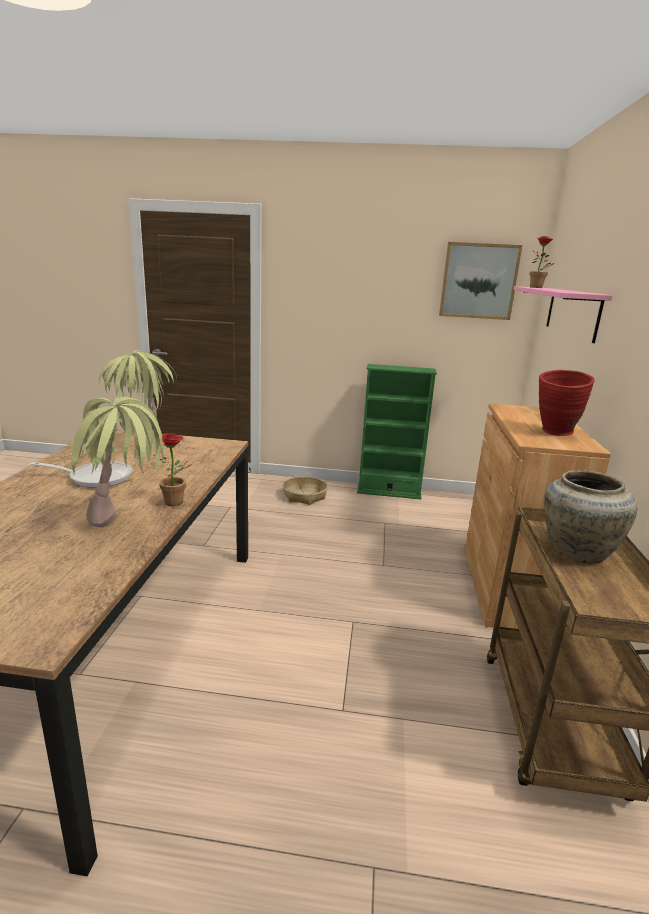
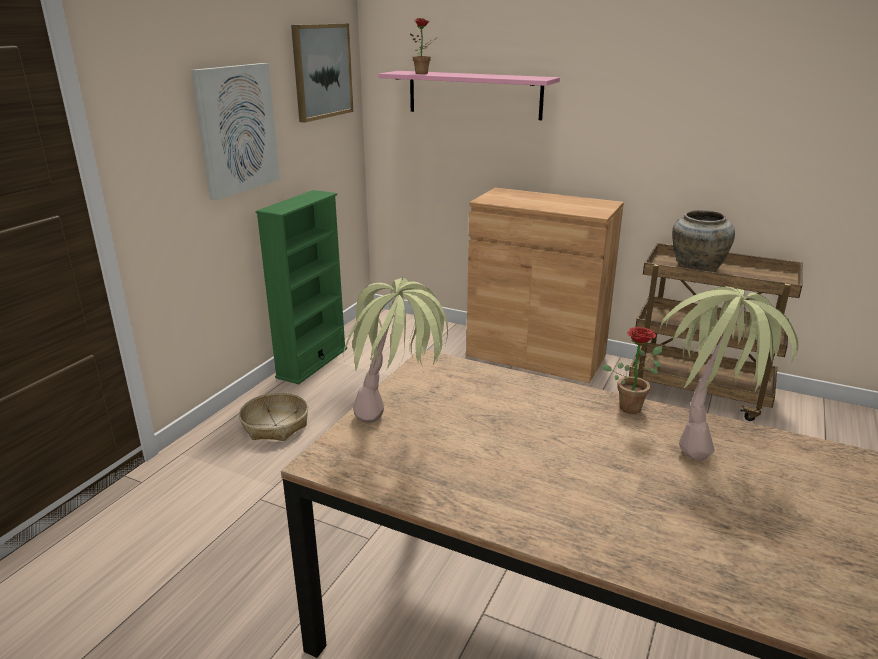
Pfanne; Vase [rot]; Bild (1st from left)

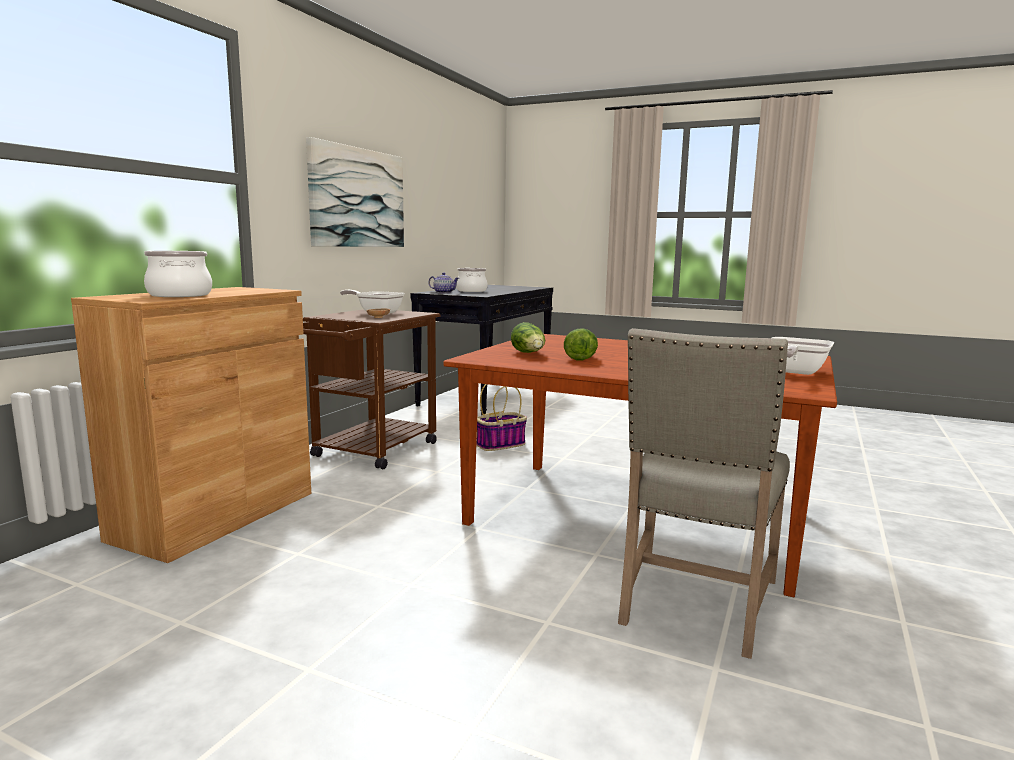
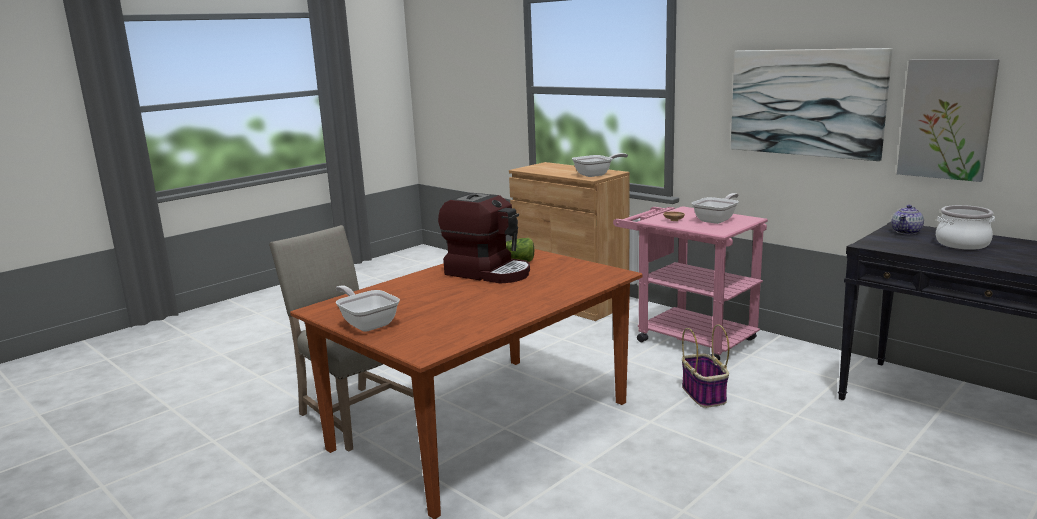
Kochtopf (1st from left in the first image); Rollwagen [rosa]; Kaffeemaschine; Pfanne (2nd from left); Bild (2nd from left)

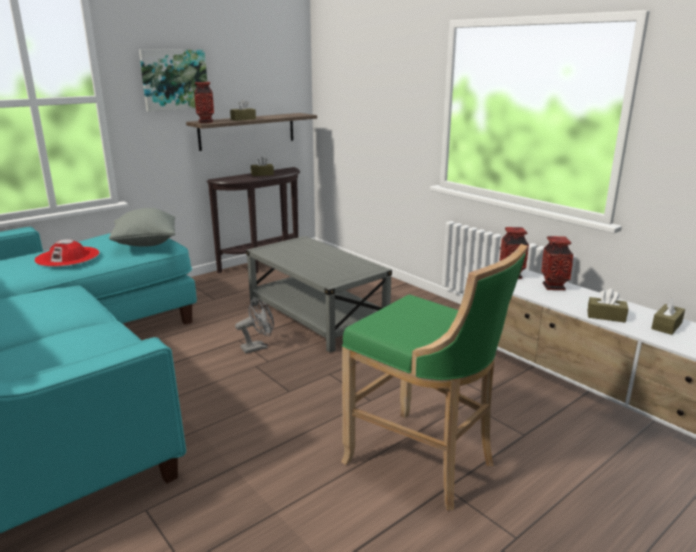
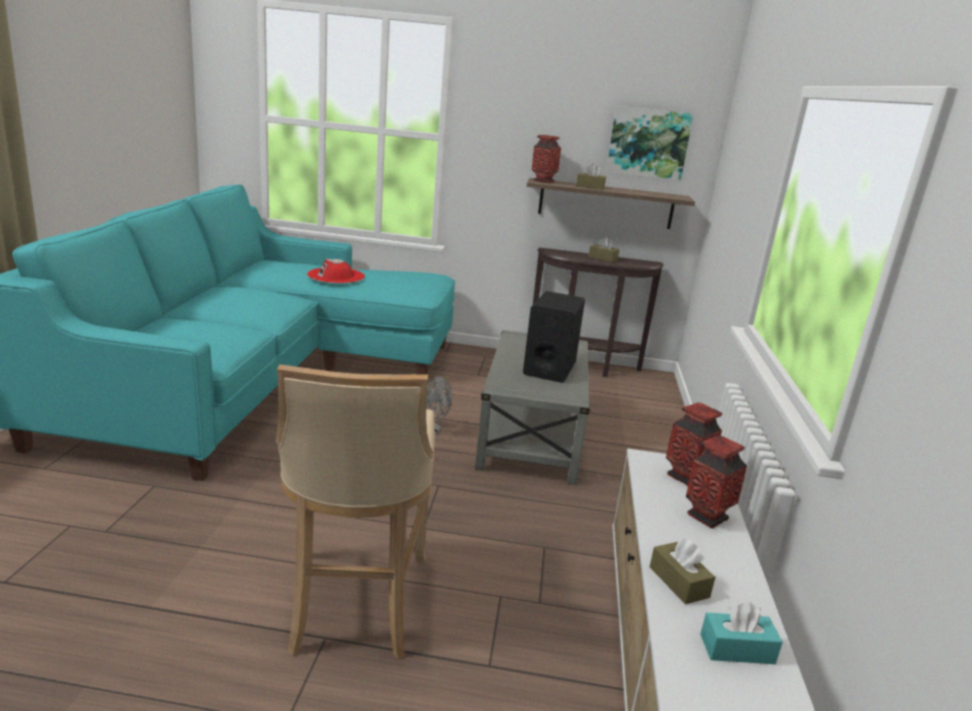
Kissen [grau]; Bild; Hocker [beige]; Taschentuchbox [türkis]; Lautsprecher [schwarz]

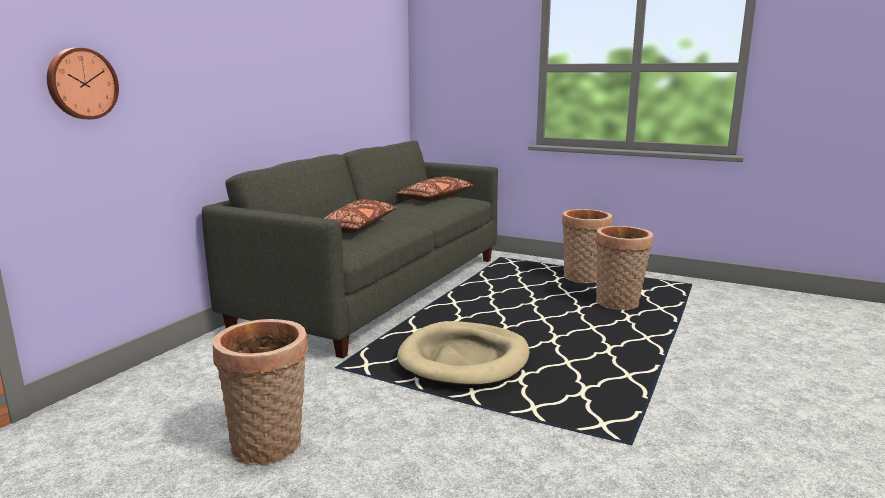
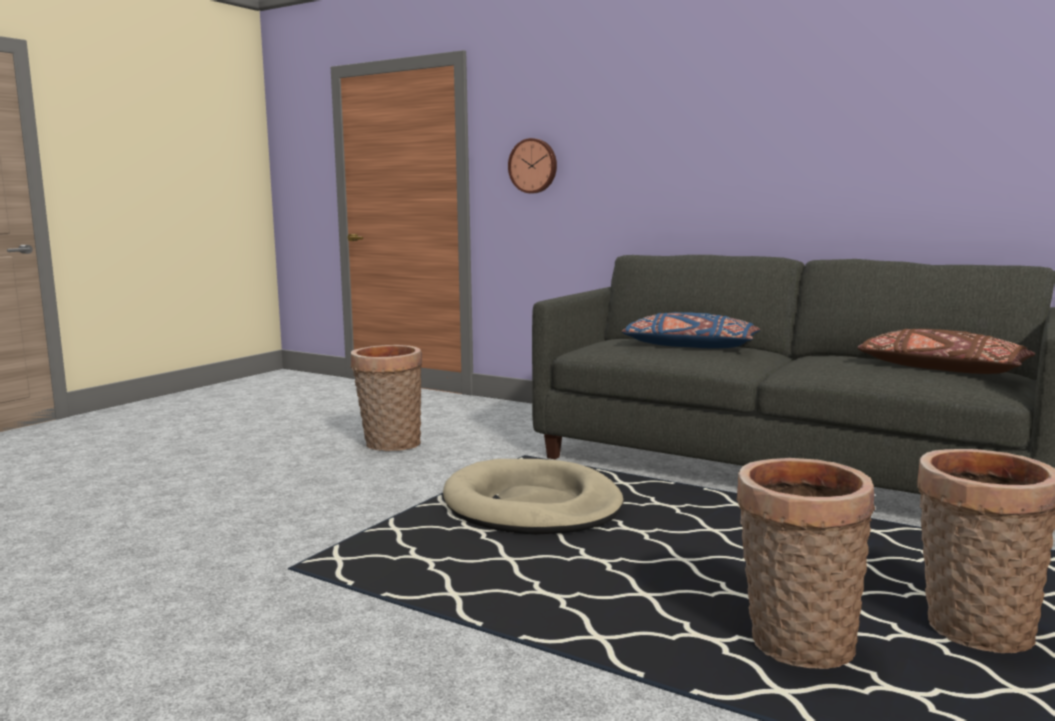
Kissen [blau]

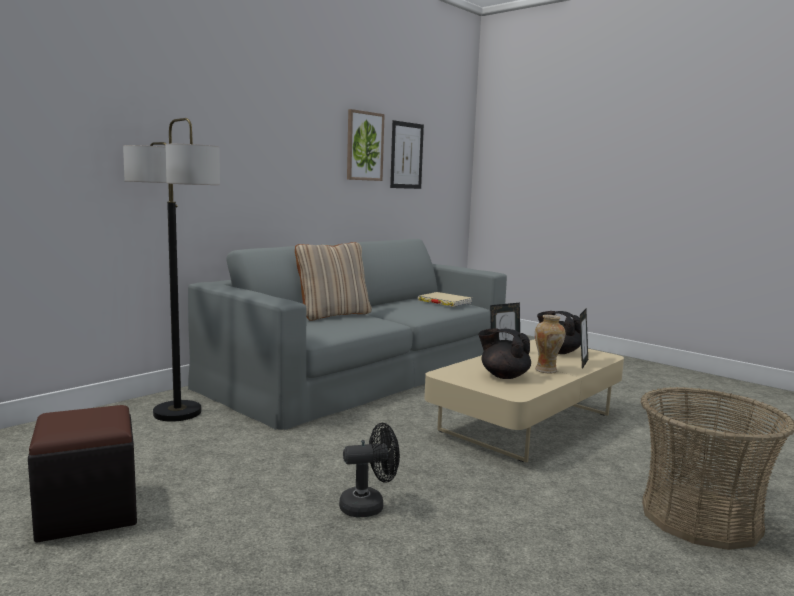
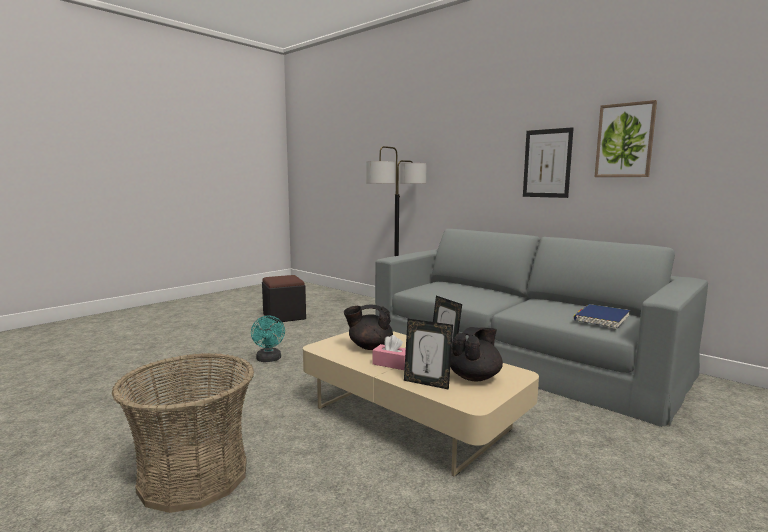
Kissen [beige]; Ventilator [türkis]; Bild (1st from left); Buch [blau]; Teekanne [schwarz] (1st from left); Taschentuchbox [rosa]

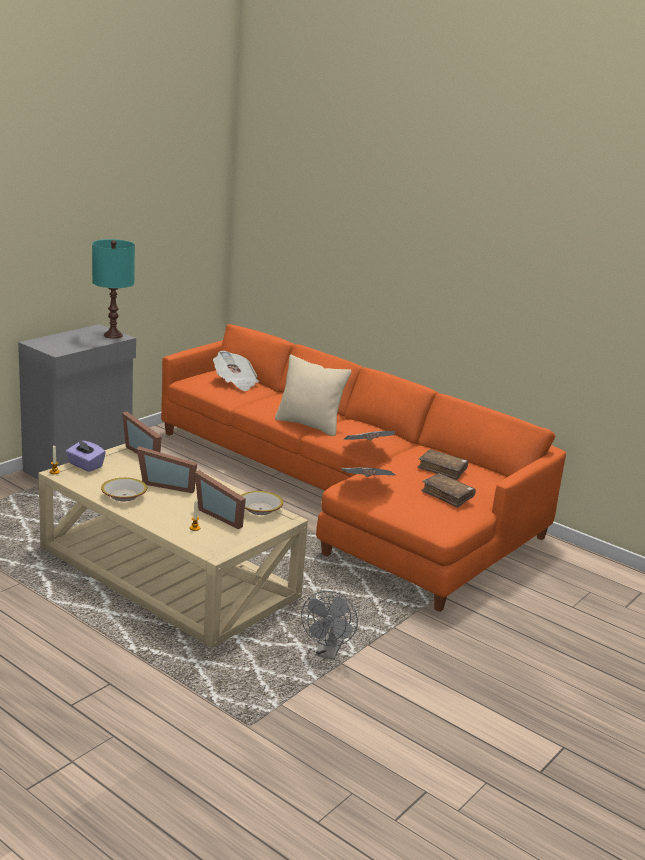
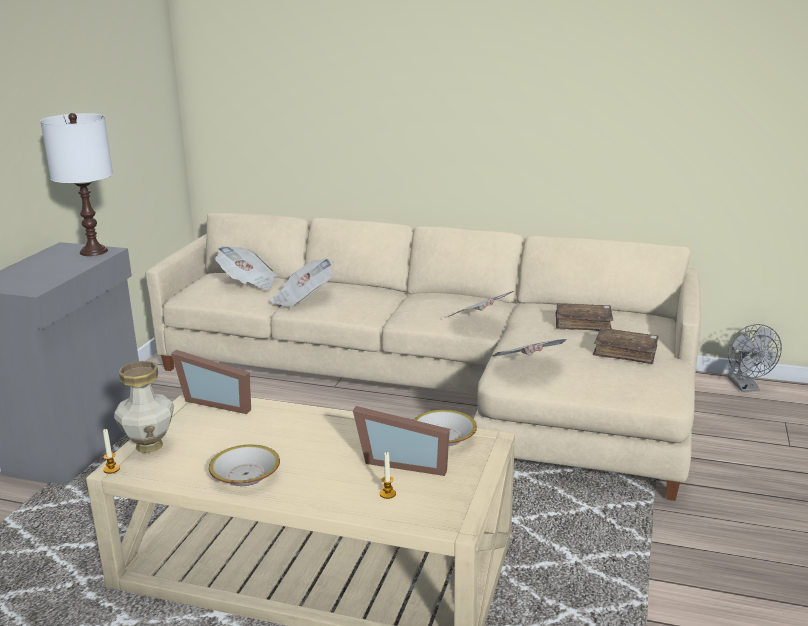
Vase; Tischlampe [weiß]; Bilderrahmen (2nd from left in the first image); Sofa [beige]; Kissen [beige]; Ventilator [grau]; Zeitung (2nd from left)

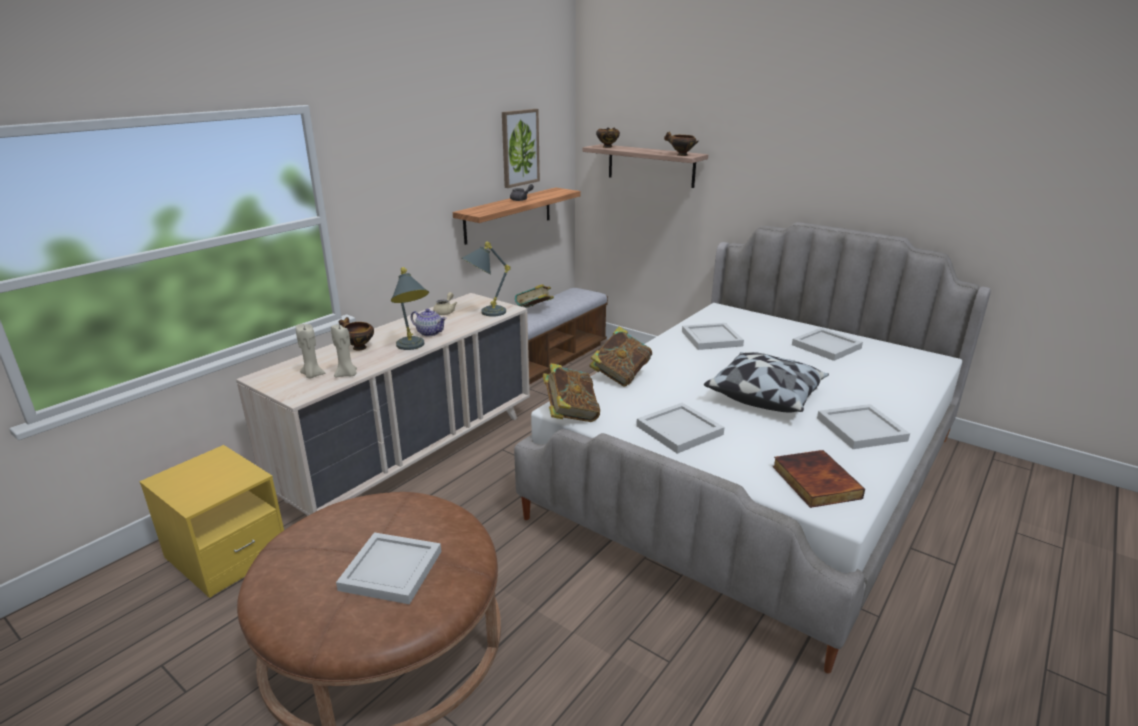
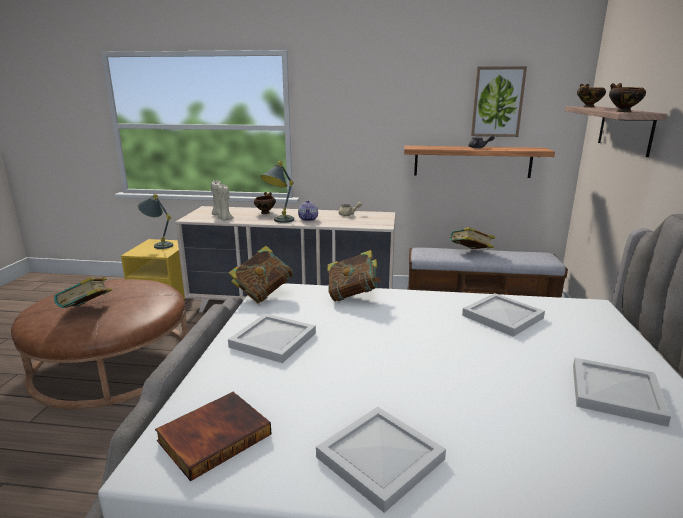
Buch (1st from left); Tischlampe [grau] (1st from left); Kissen

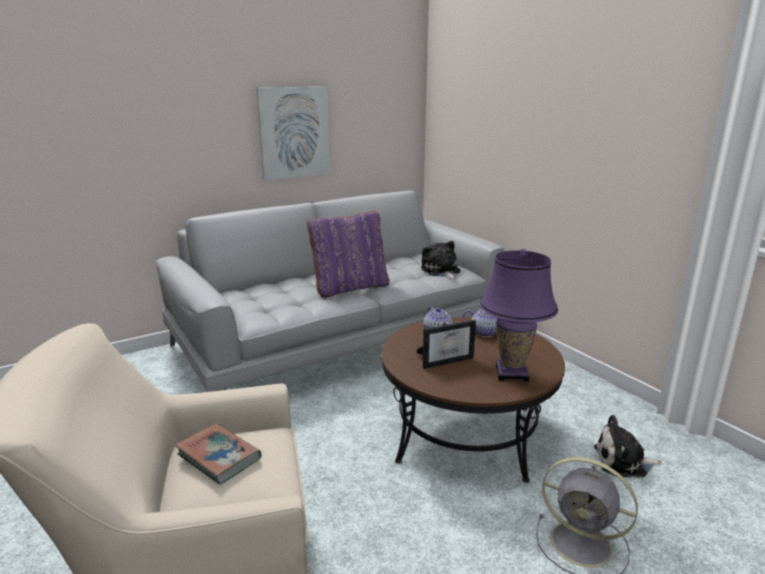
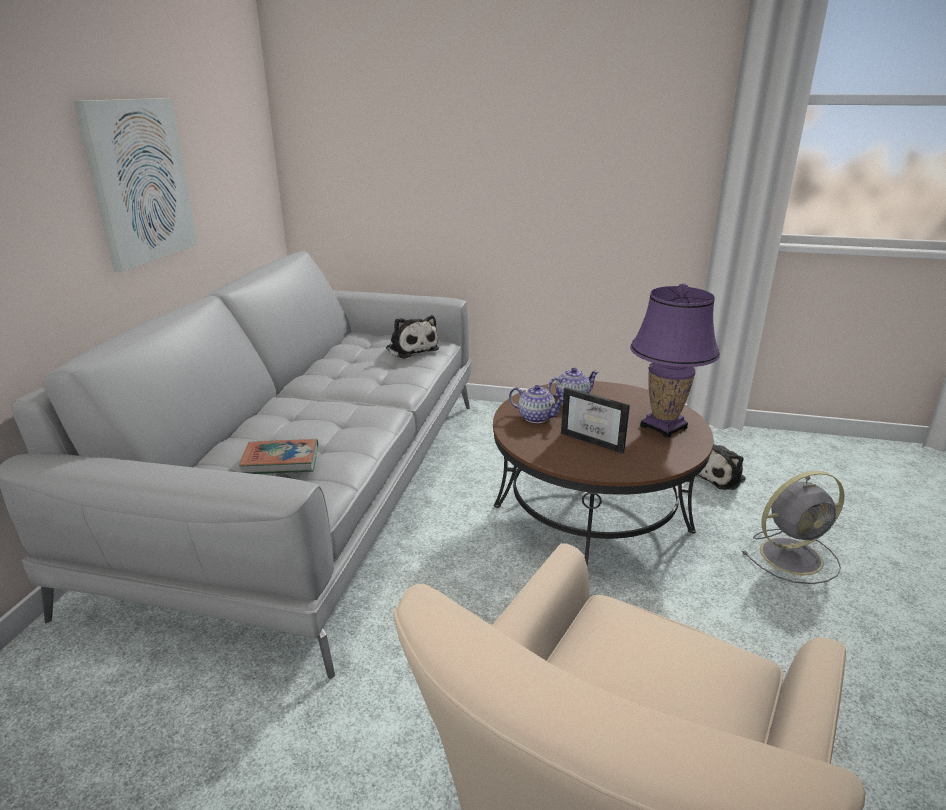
Buch; Kissen [lila]; Bilderrahmen; Plüschtier (1st from left)

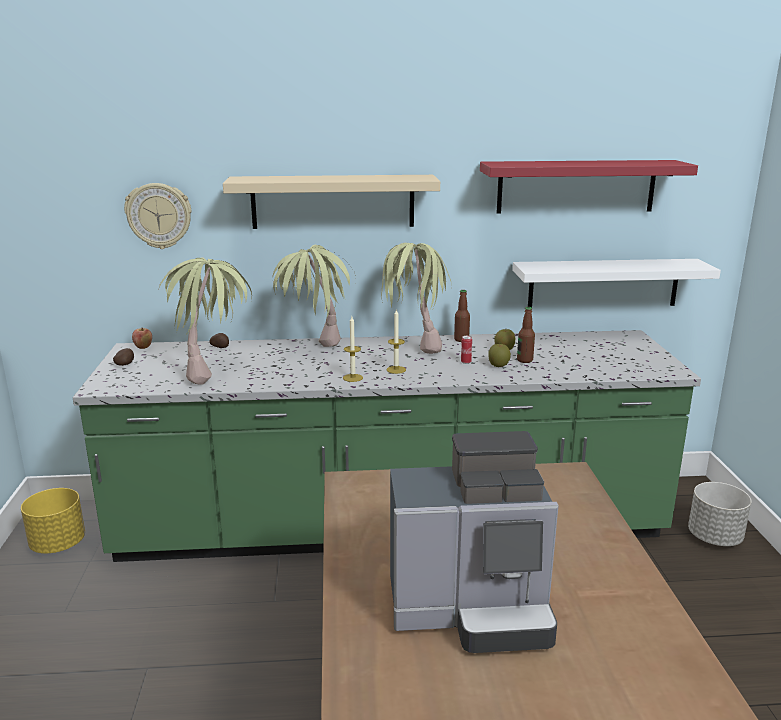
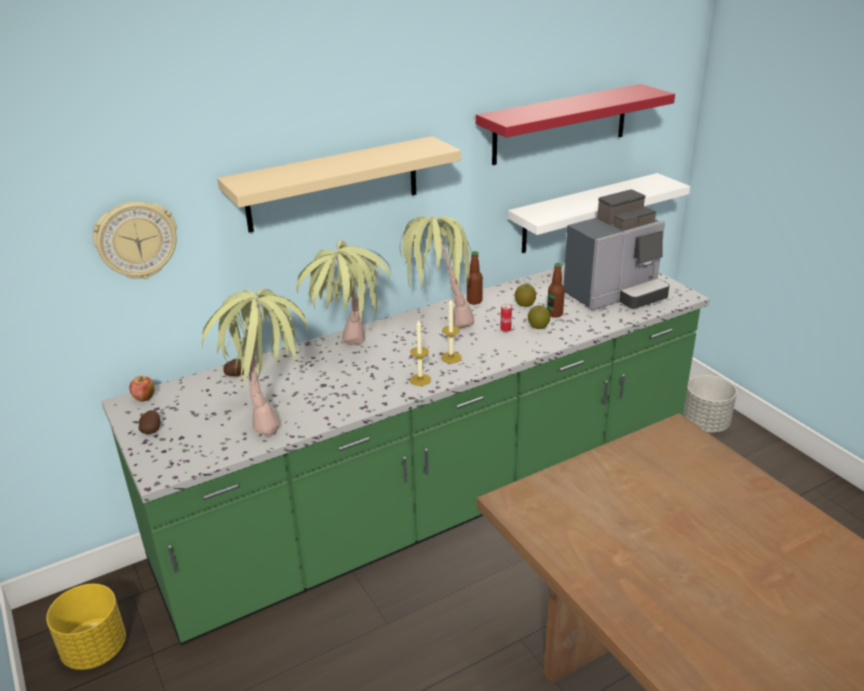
Kaffeemaschine

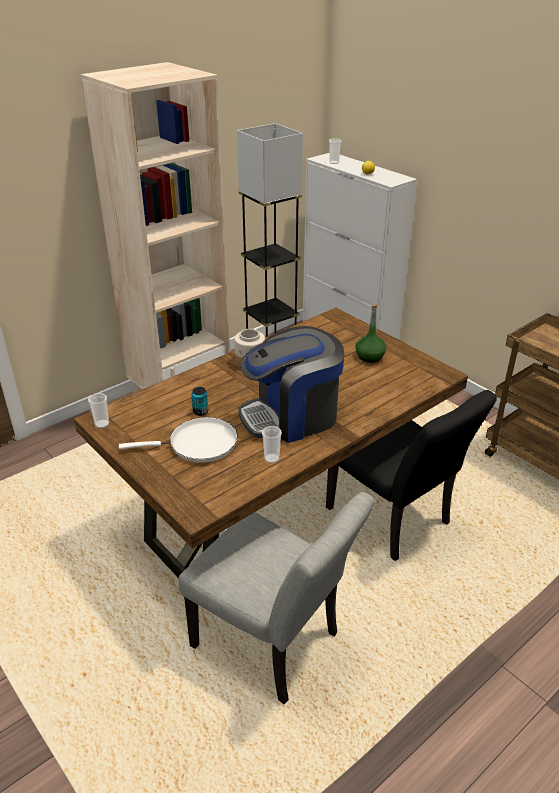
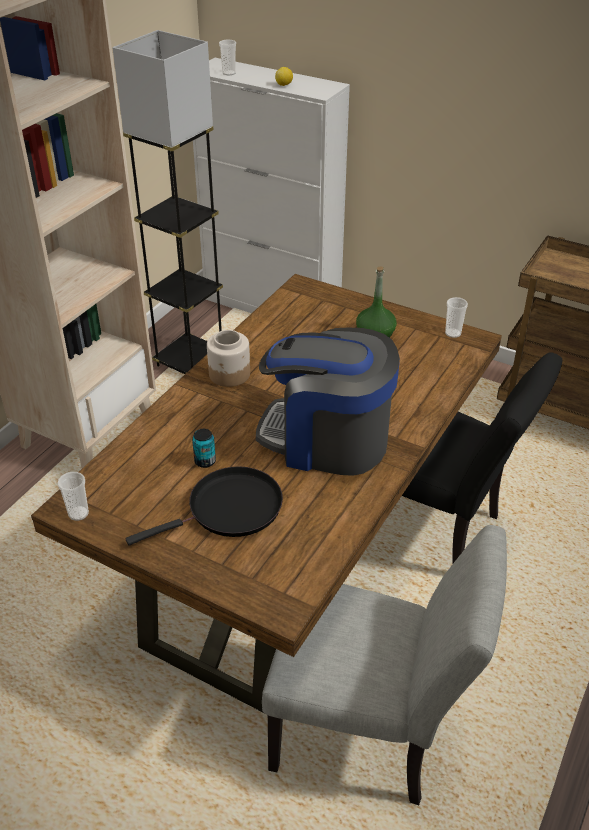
Pfanne [schwarz]; Kaffeemaschine; Tasse (3rd from left)

